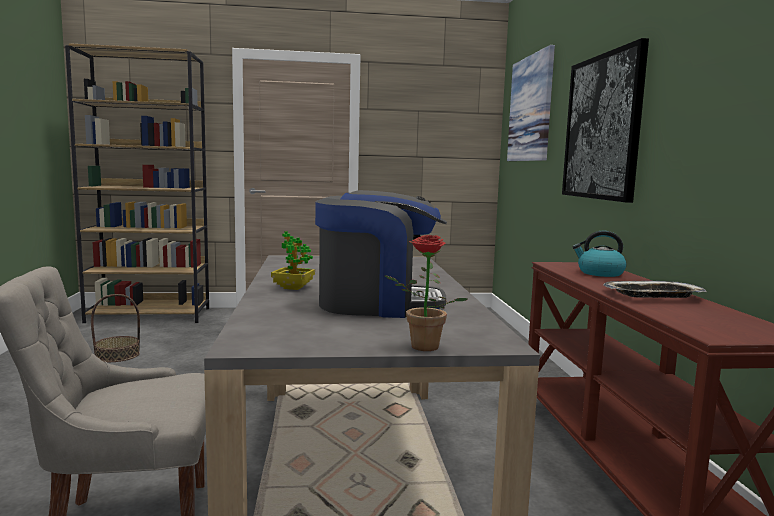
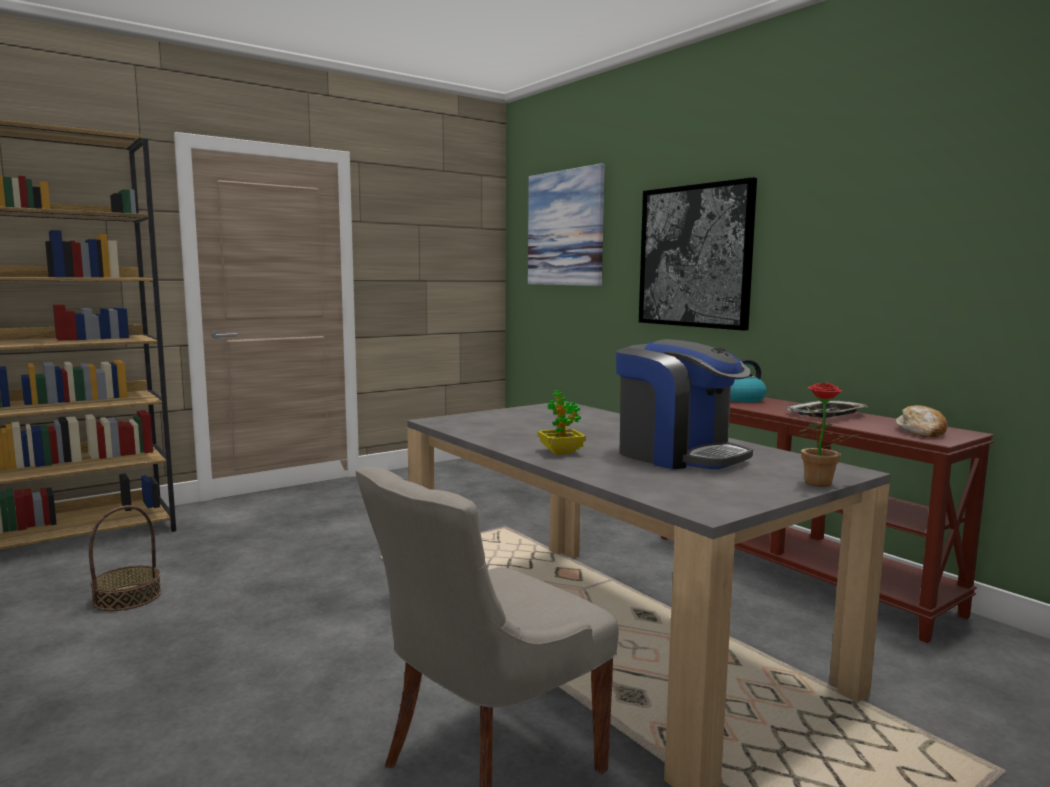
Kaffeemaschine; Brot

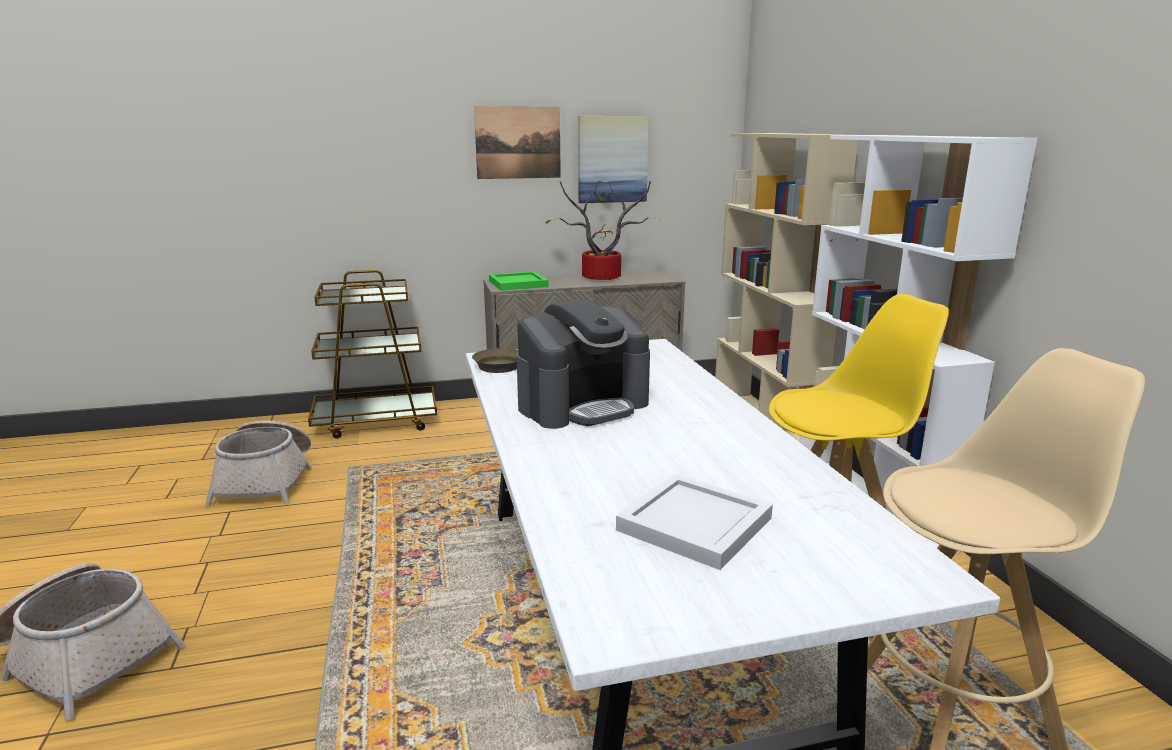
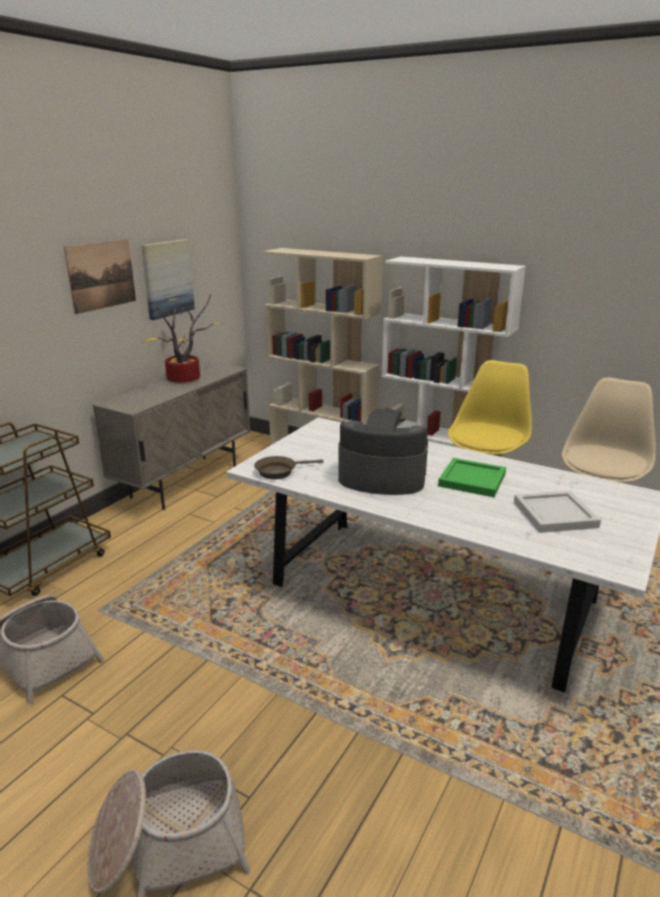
Tablett [grün]; Kaffeemaschine

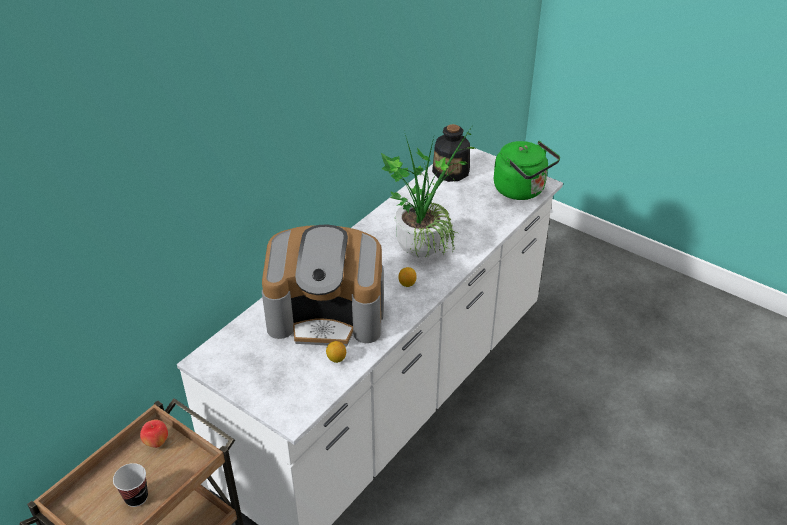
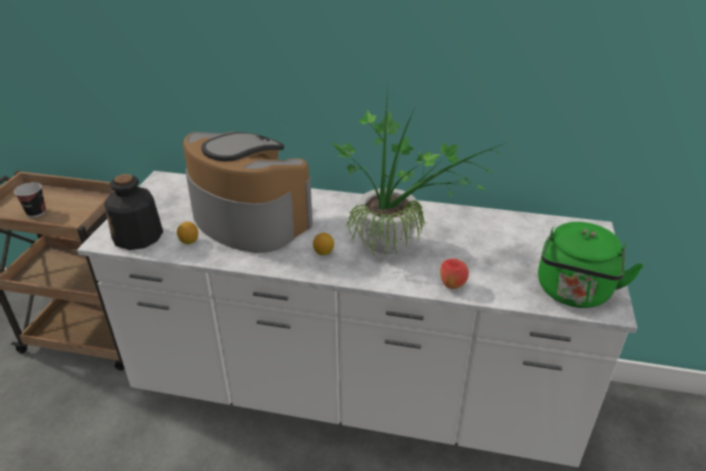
Apfel; Kaffeemaschine; Flasche

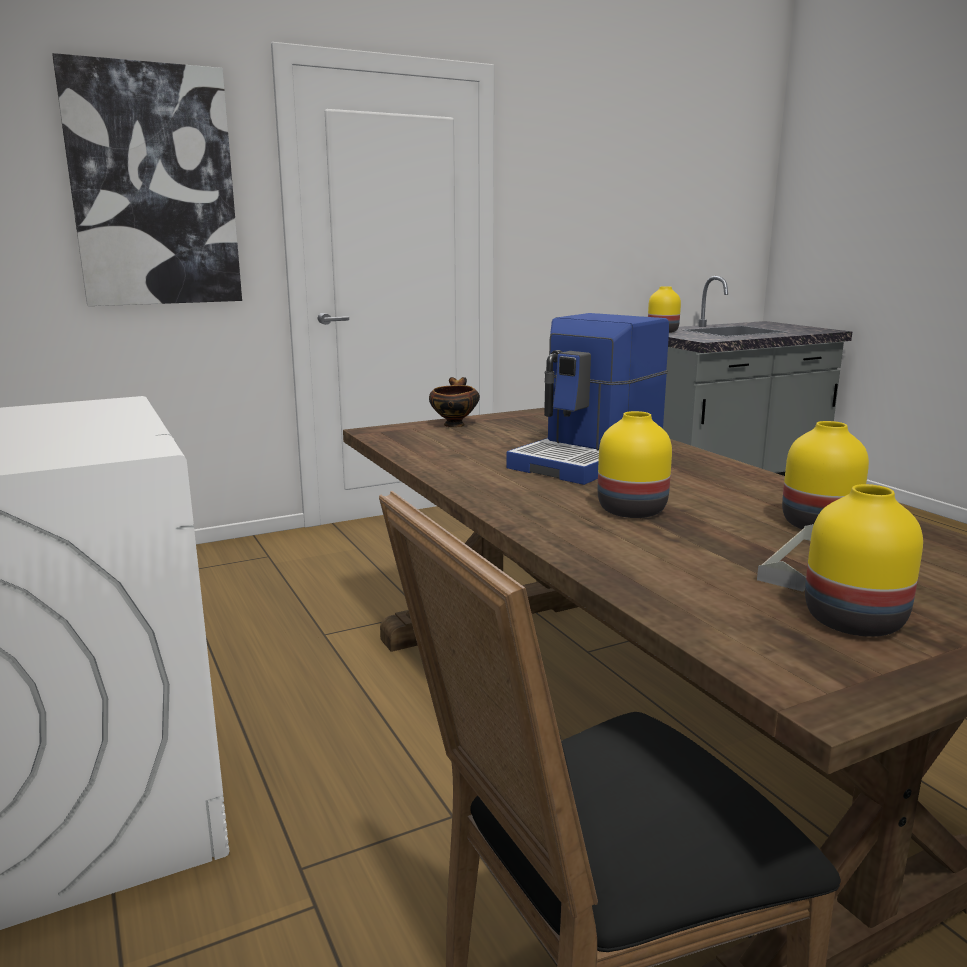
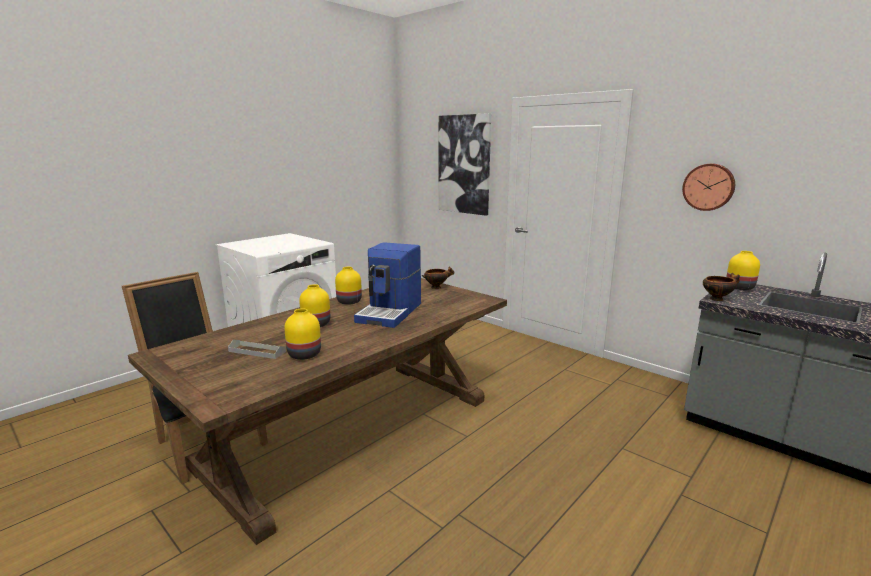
Kaffeemaschine; Vase [gelb] (3rd from left); Wanduhr; Schüssel (2nd from left)

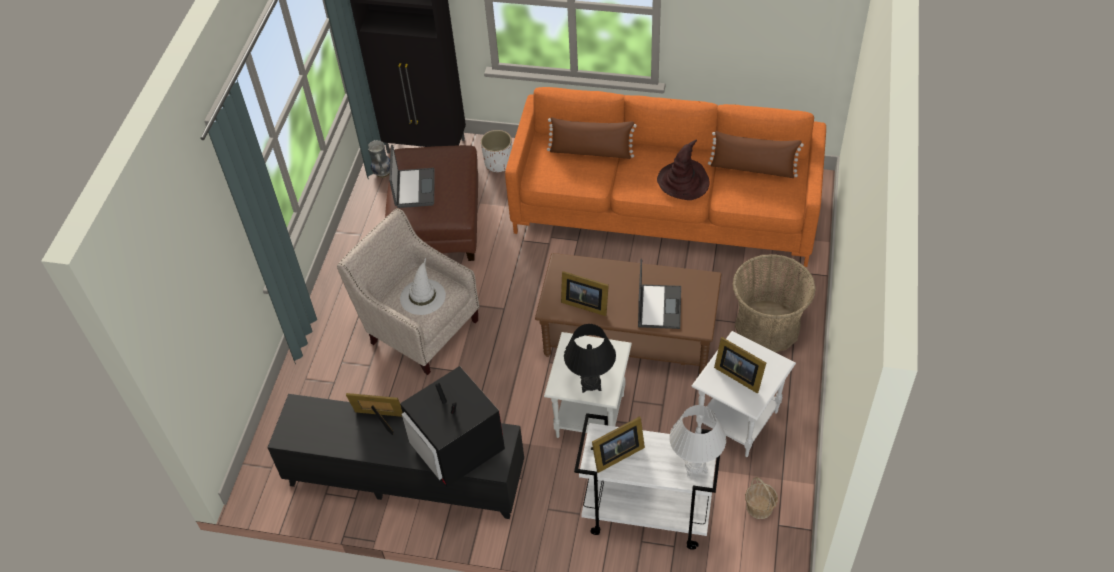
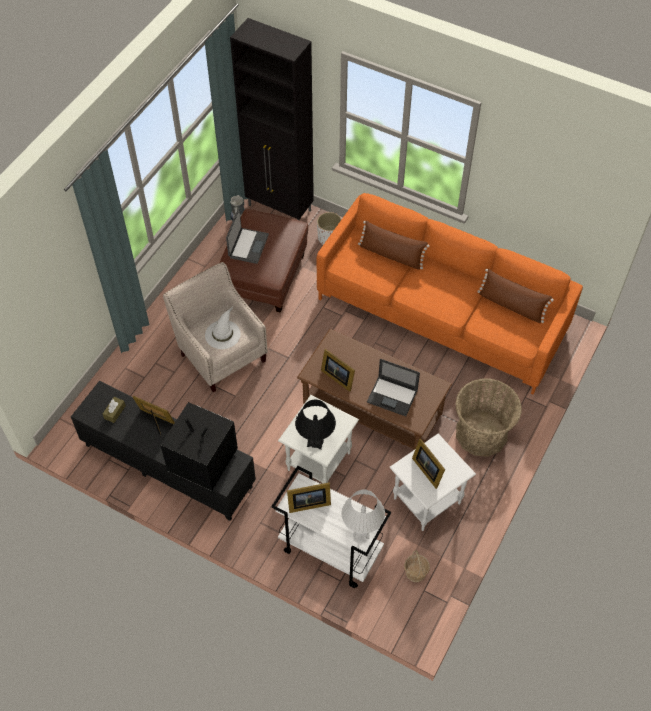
Fernseher; Laptop (2nd from left); Hut [braun]; Taschentuchbox [braun]

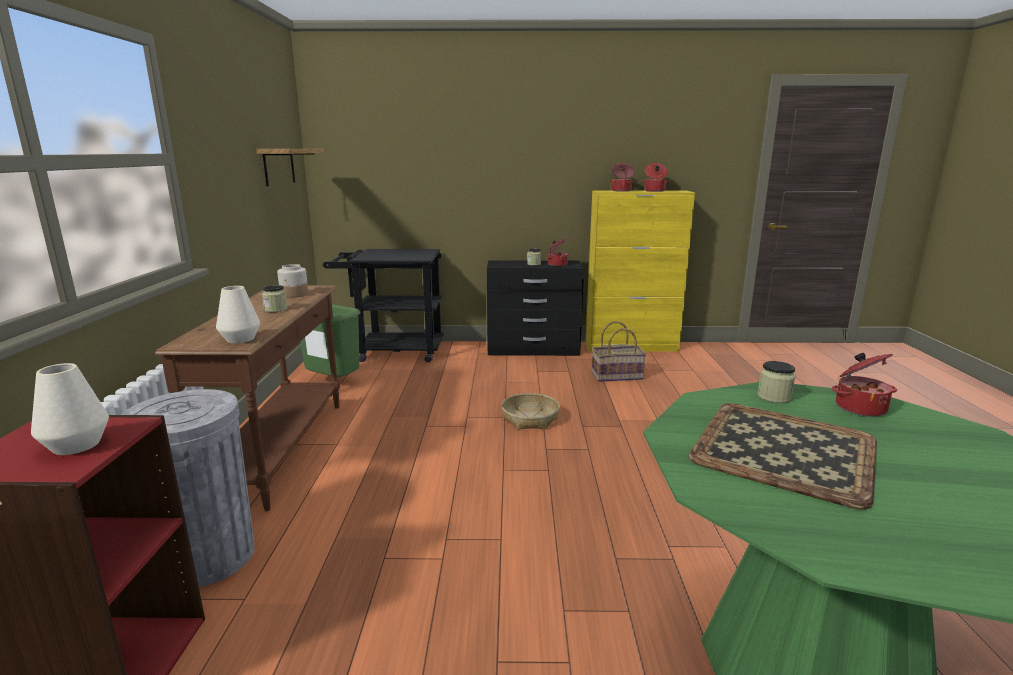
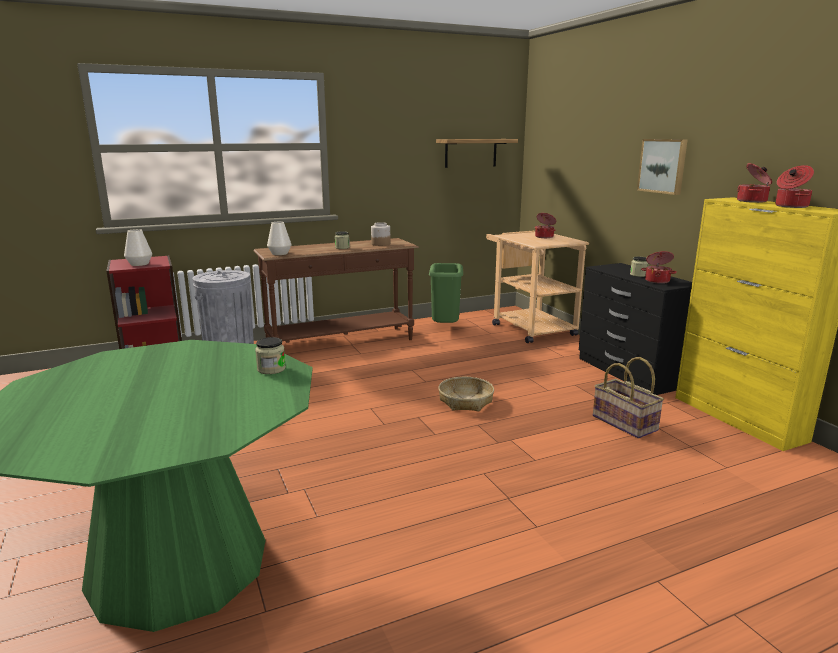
Rollwagen [beige]; Tablett; Kochtopf (1st from left); Bild

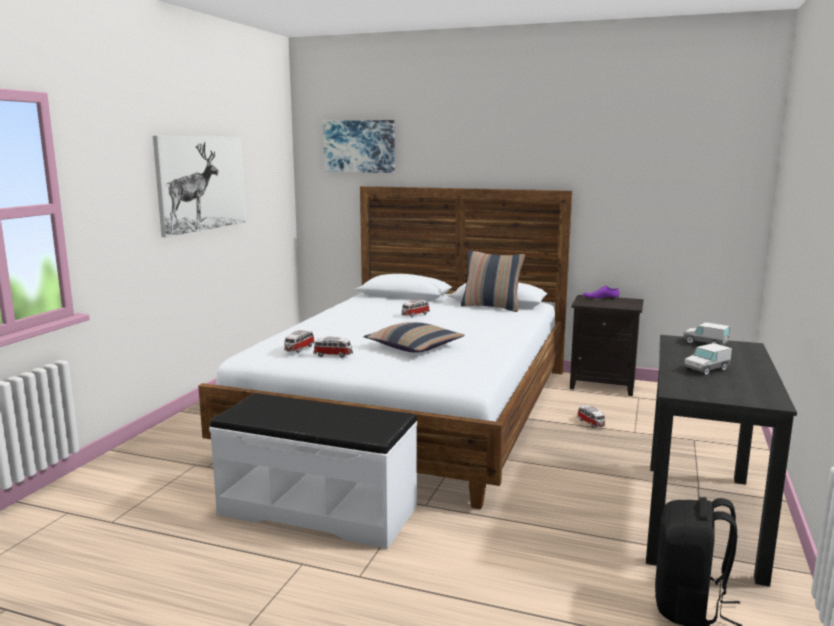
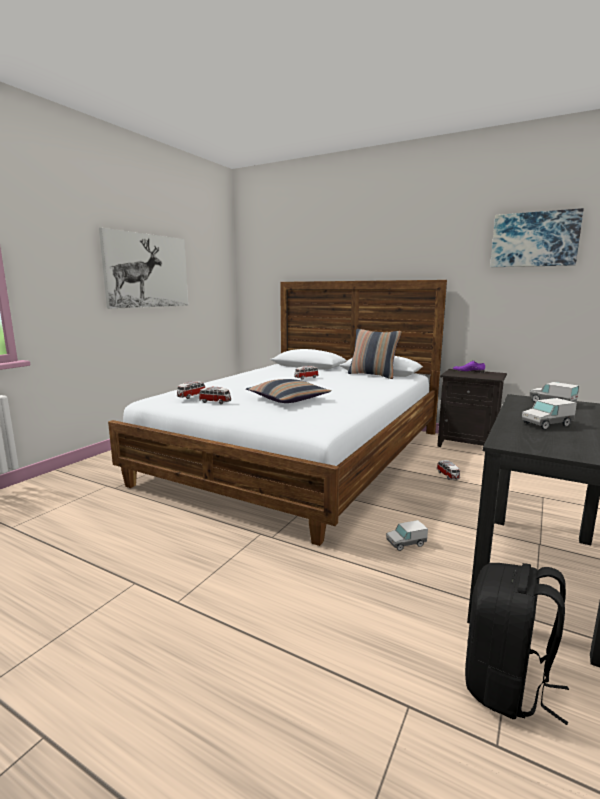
Bank [weiß]; Bild (2nd from left); Spielzeuglaster (1st from left)

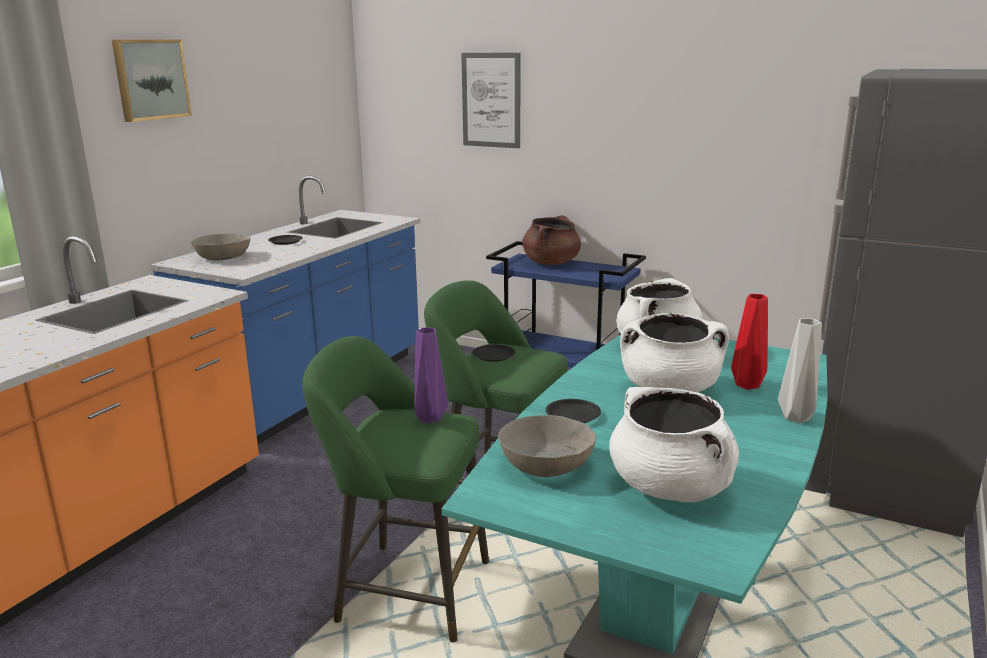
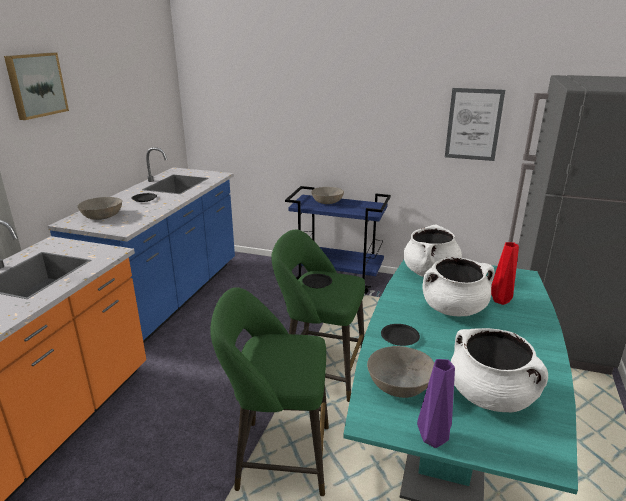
Vase [lila]; Bild (2nd from left); Schüssel [grau] (2nd from left); Vase [grau]

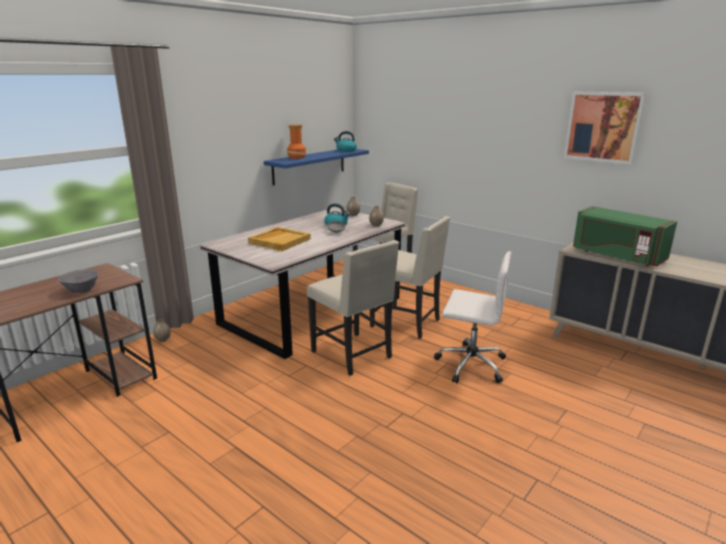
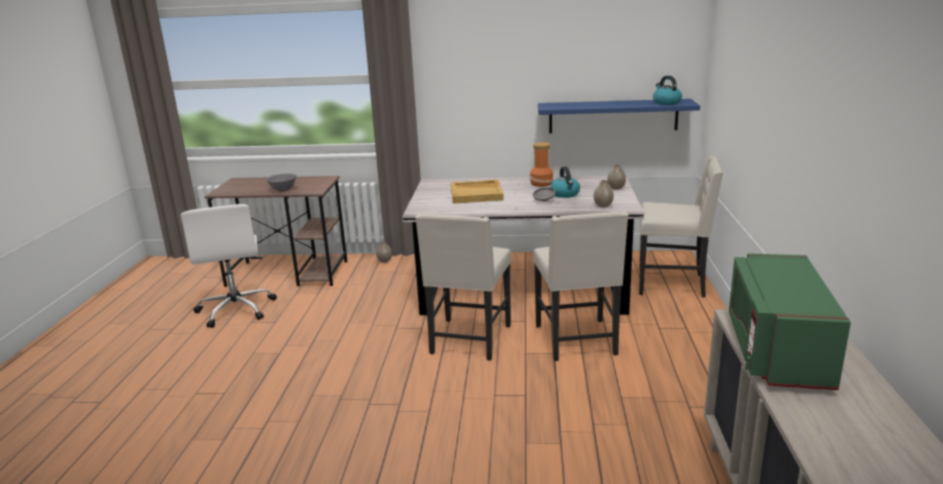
Vase (2nd from left); Bürostuhl [weiß]; Bild

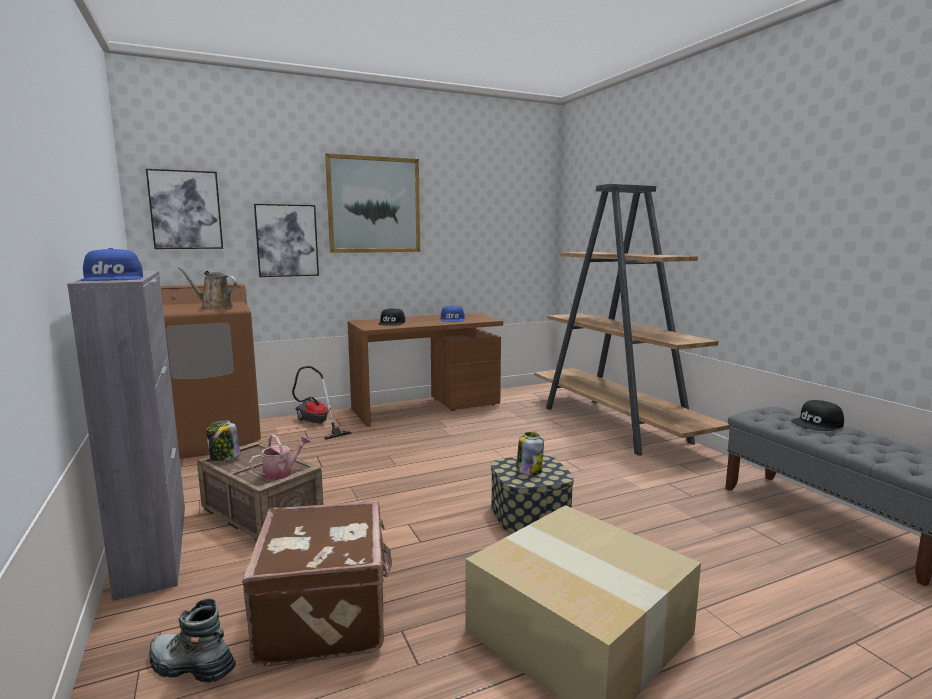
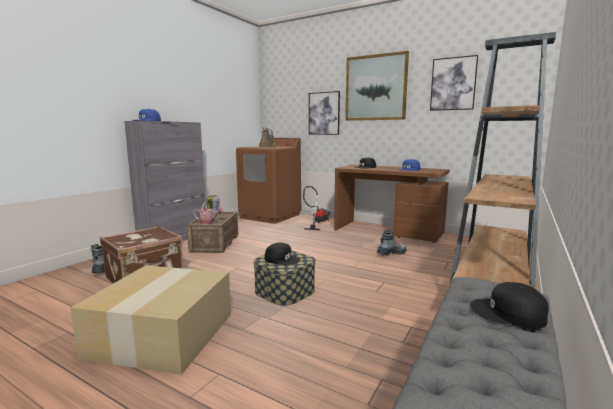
Bild (3rd from left); Kappe [schwarz] (1st from left); Stiefel (2nd from left)

